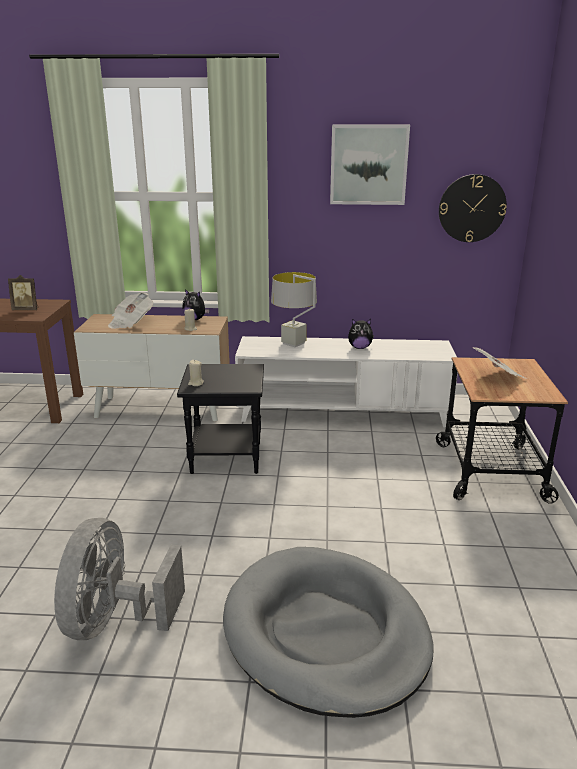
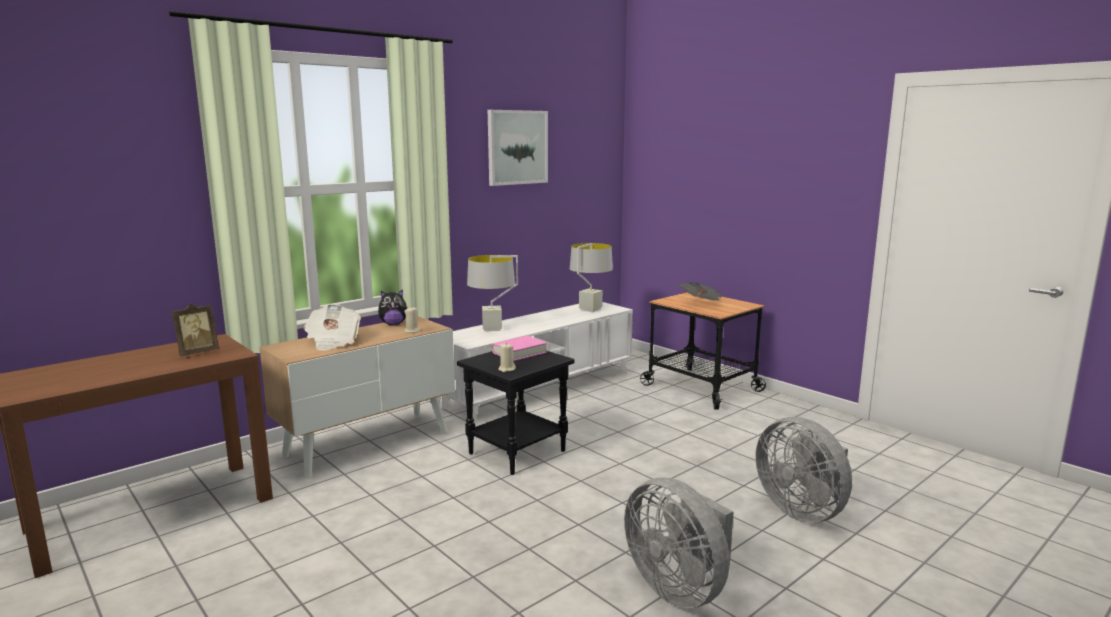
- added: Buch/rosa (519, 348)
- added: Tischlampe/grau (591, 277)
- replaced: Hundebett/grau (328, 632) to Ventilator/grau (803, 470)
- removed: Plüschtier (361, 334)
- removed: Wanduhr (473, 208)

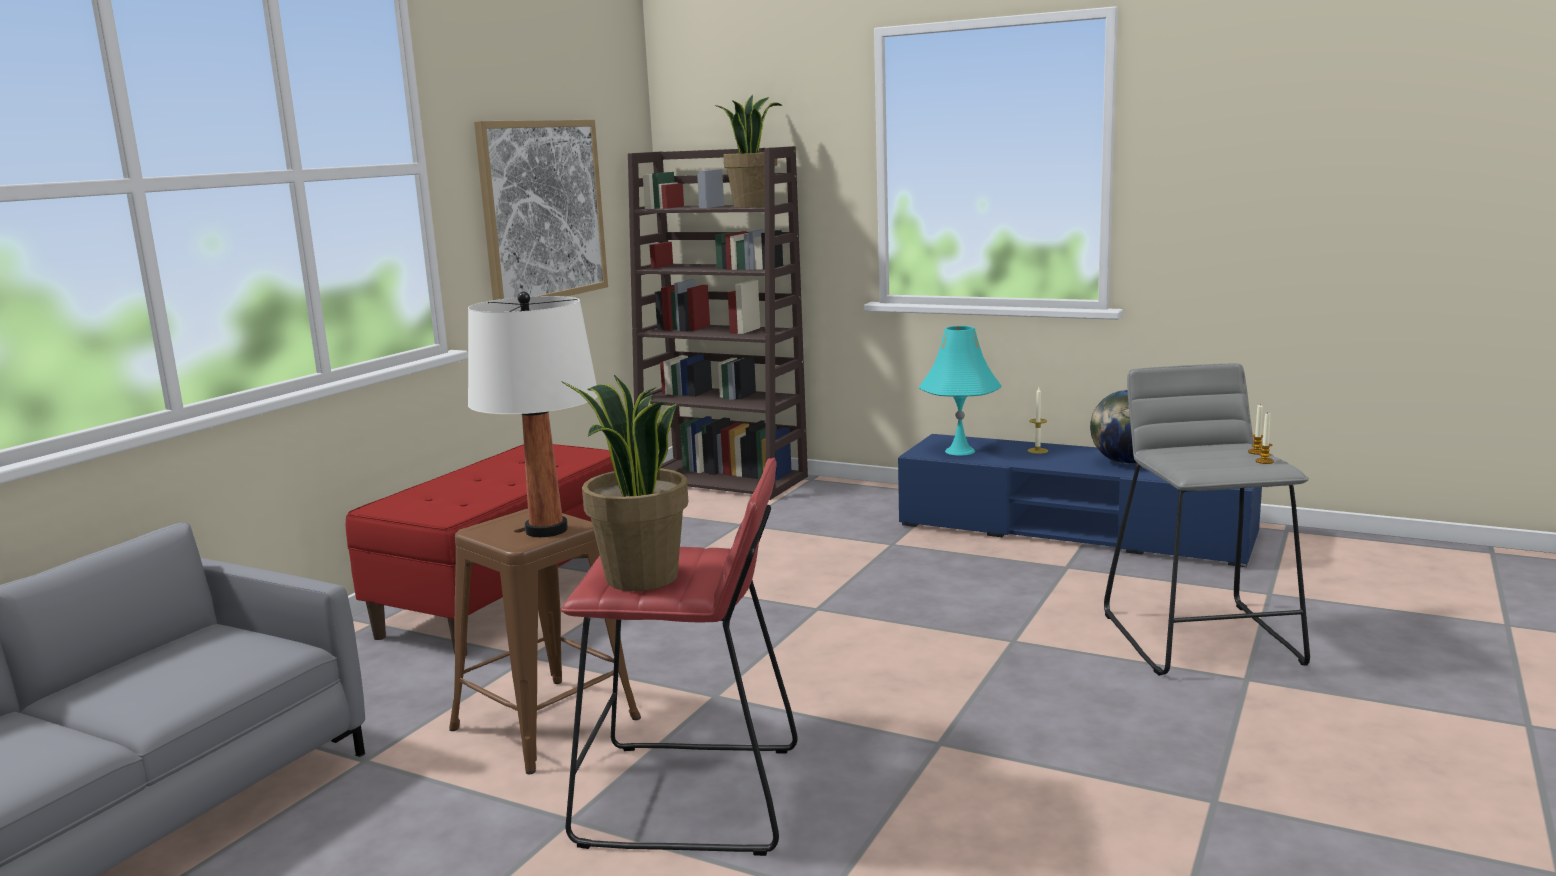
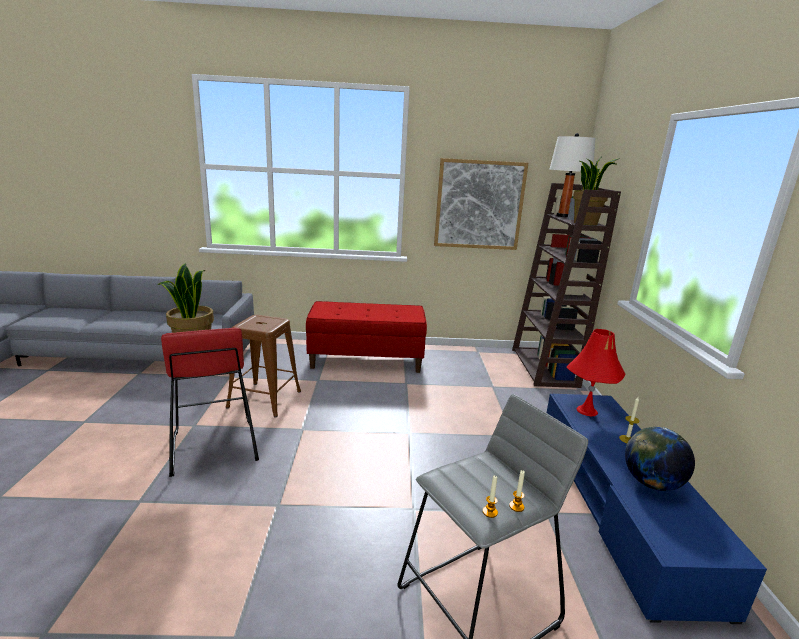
- moved: Tischlampe/weiß (533, 414) to (572, 175)
- recoloured: Tischlampe/türkis (960, 391) to Tischlampe/rot (595, 372)

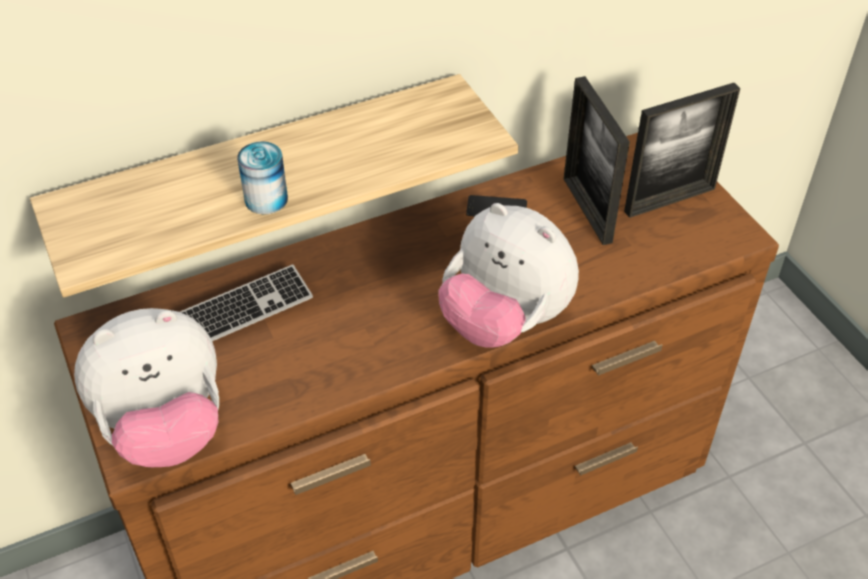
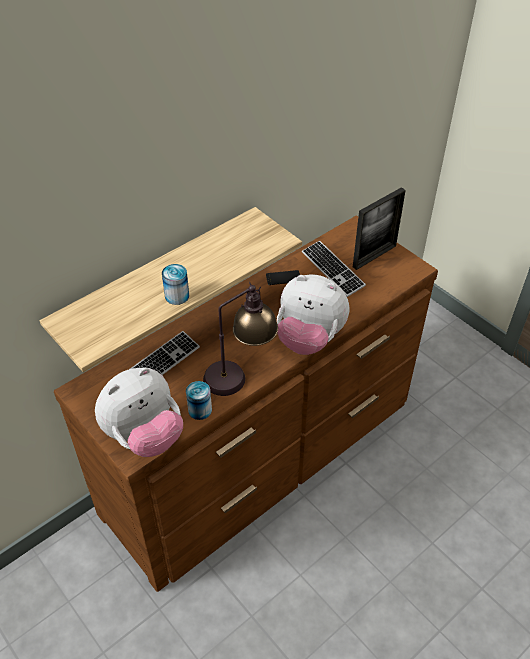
- added: Dose (199, 400)
- added: Tischlampe (240, 339)
- replaced: Bilderrahmen (597, 160) to Tastatur (334, 269)

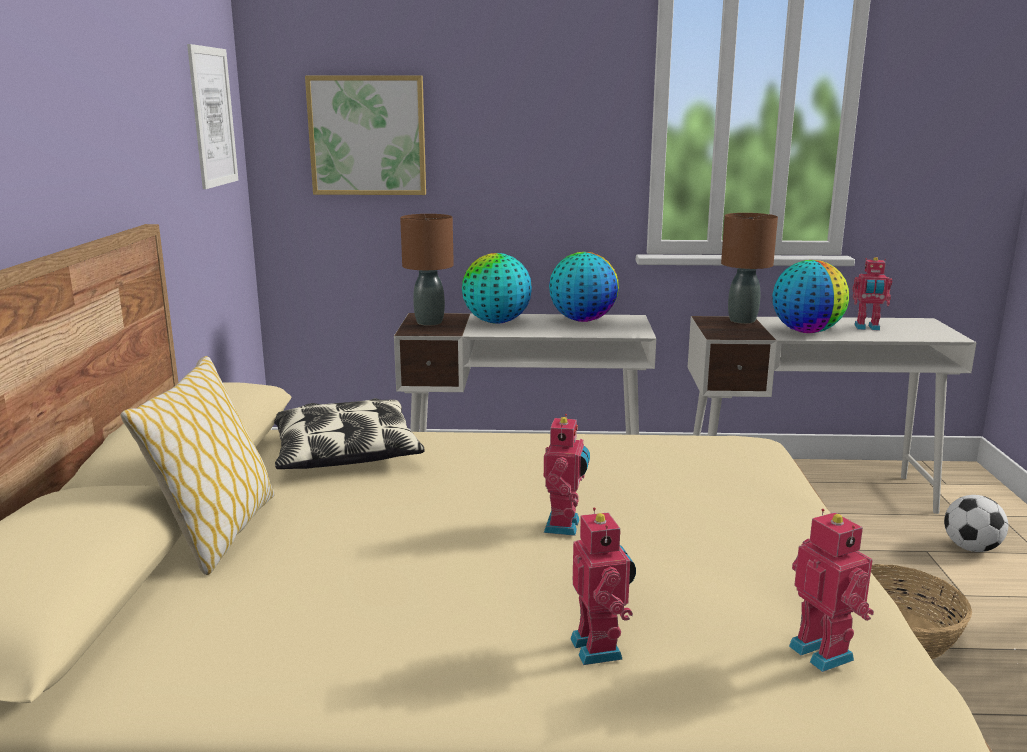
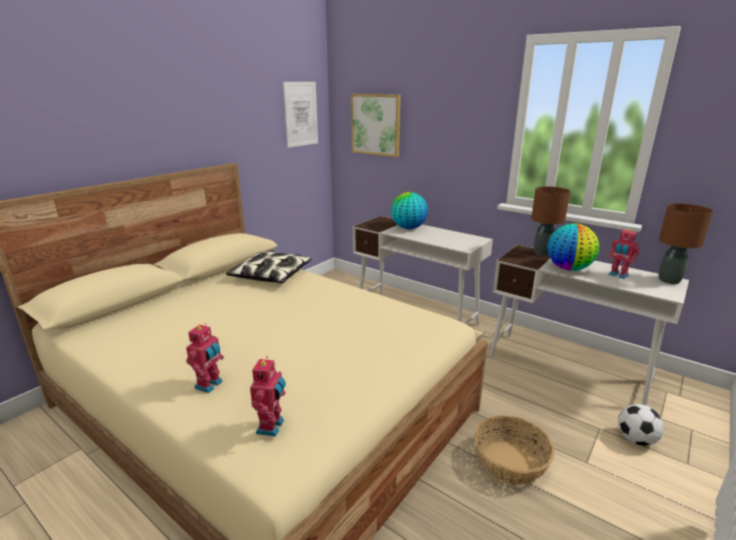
- moved: Tischlampe/braun (427, 270) to (686, 243)
- removed: Kissen (197, 465)
- removed: Spielzeugroboter (567, 475)
- removed: Globus (584, 287)

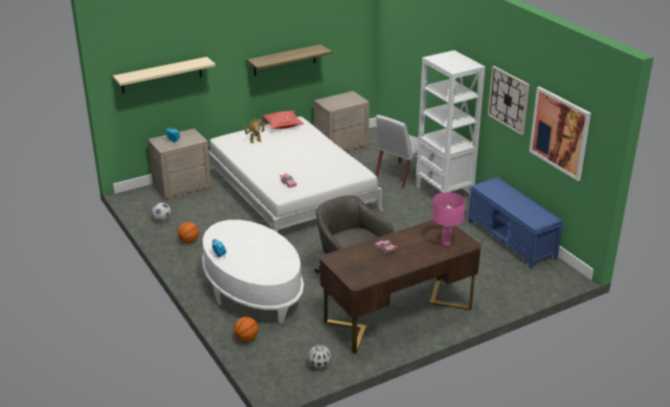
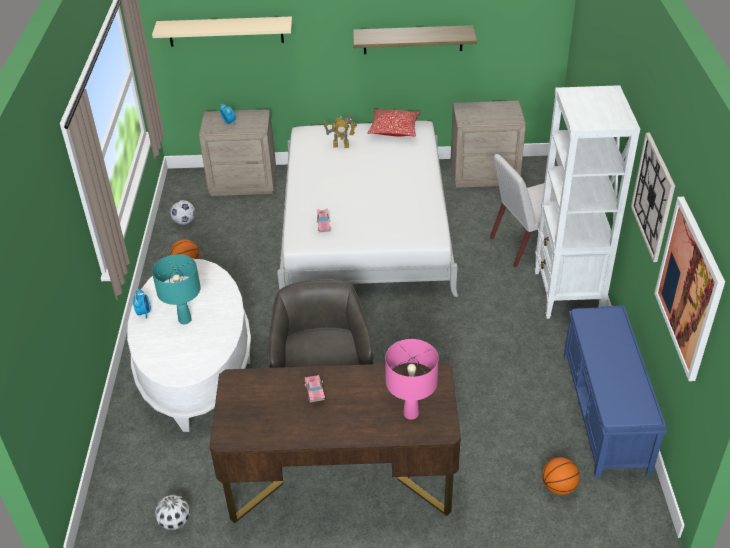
- added: Tischlampe/türkis (176, 289)
- moved: Basketball (246, 329) to (561, 476)

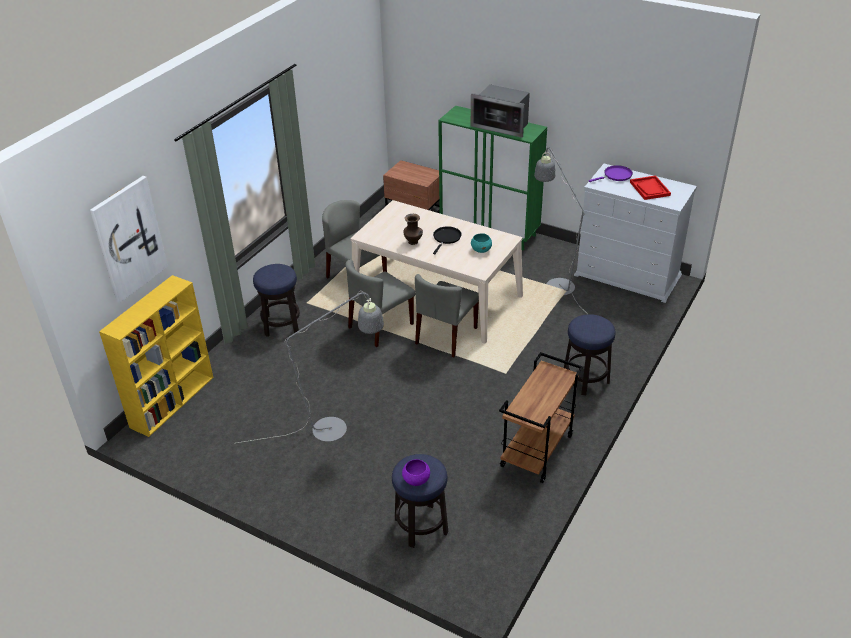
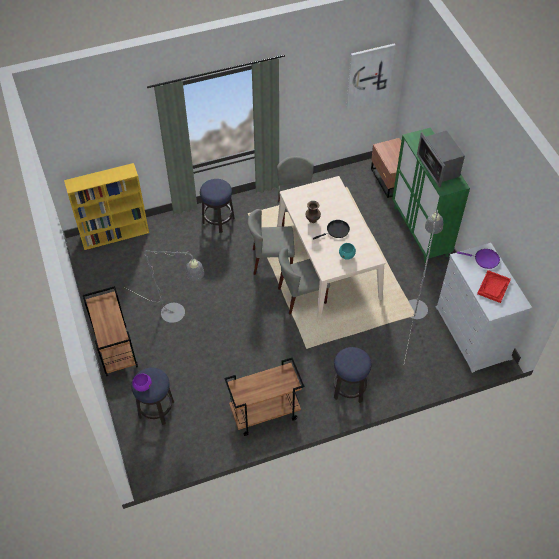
- added: Rollwagen/braun (110, 331)
- moved: Bild (129, 239) to (371, 77)

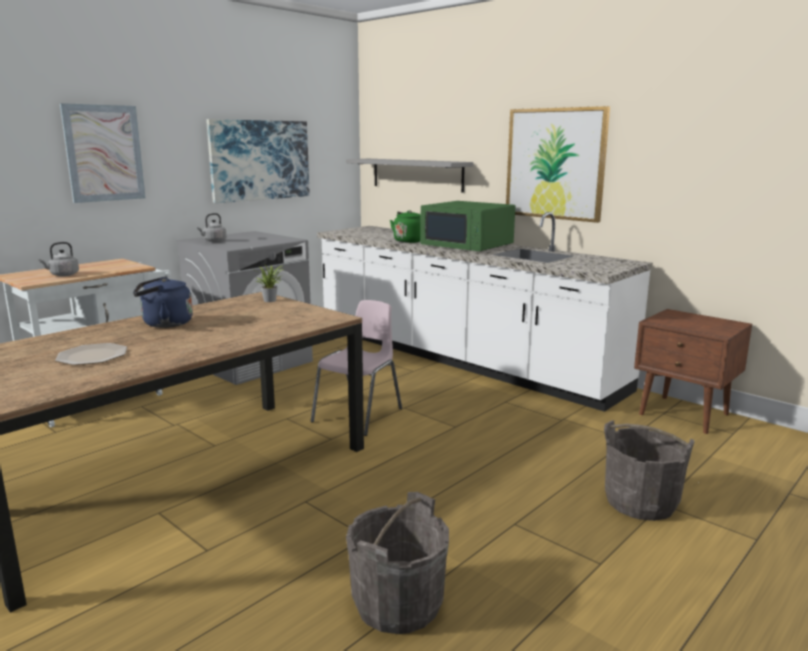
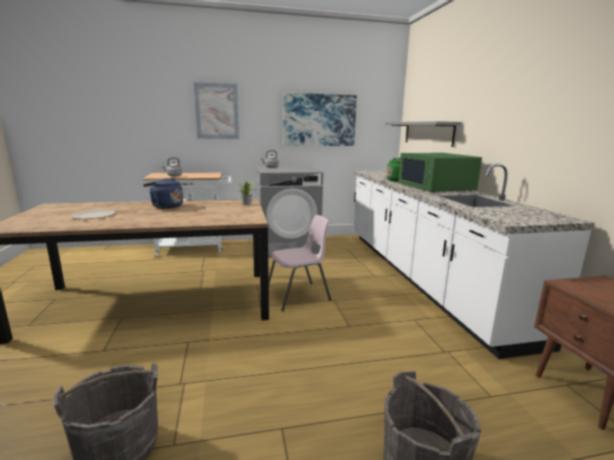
- removed: Bild (558, 164)

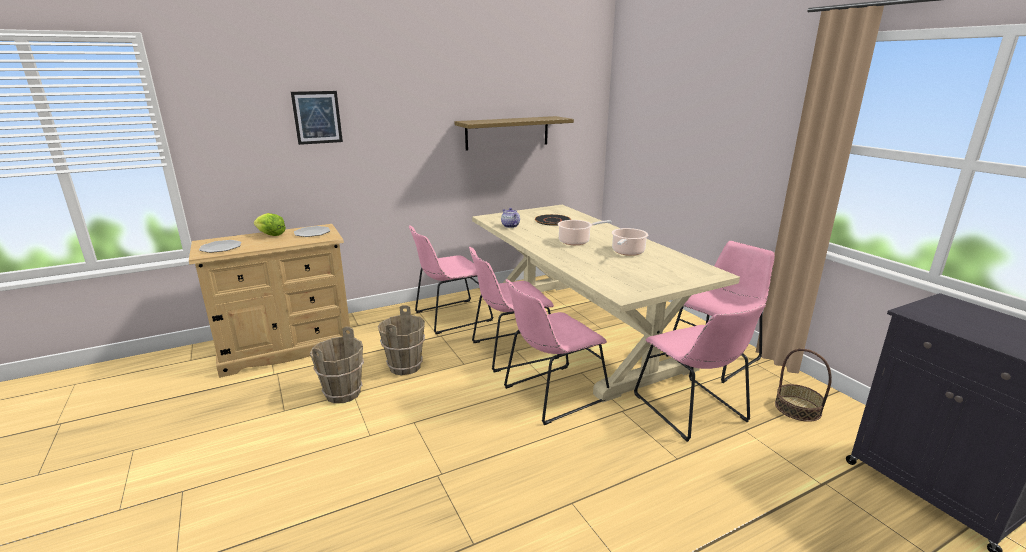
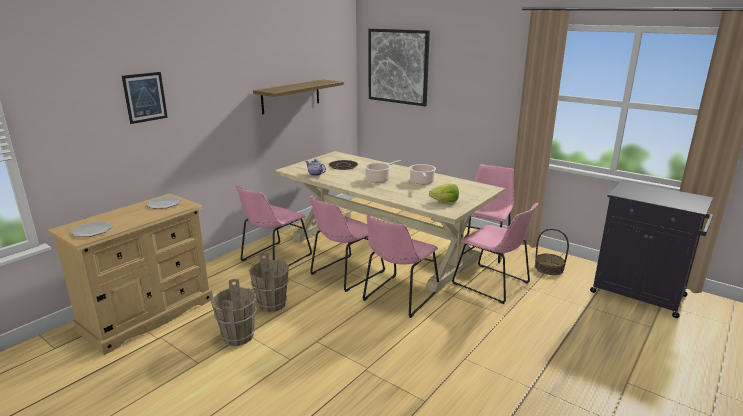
- added: Bild (399, 67)
- moved: Salatkopf (270, 224) to (444, 193)

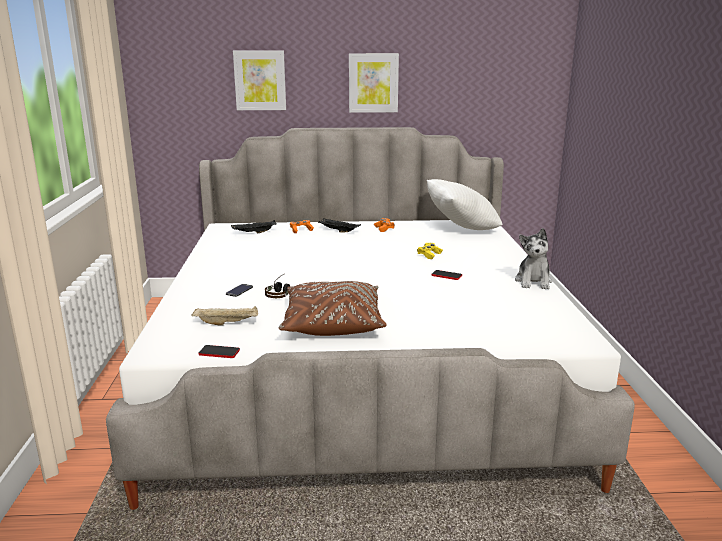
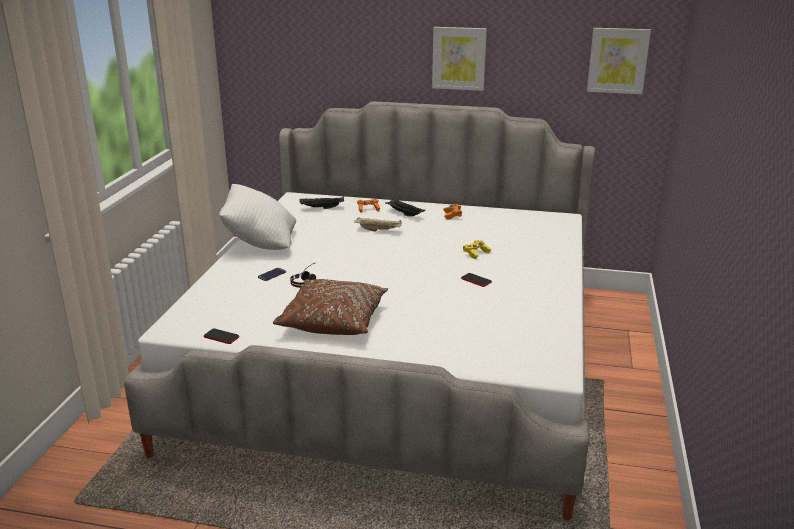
- moved: Kissen/weiß (465, 204) to (257, 217)
- moved: Tablett/beige (225, 315) to (378, 224)
- moved: Bild (259, 80) to (619, 61)
- removed: Plüschtier (533, 258)

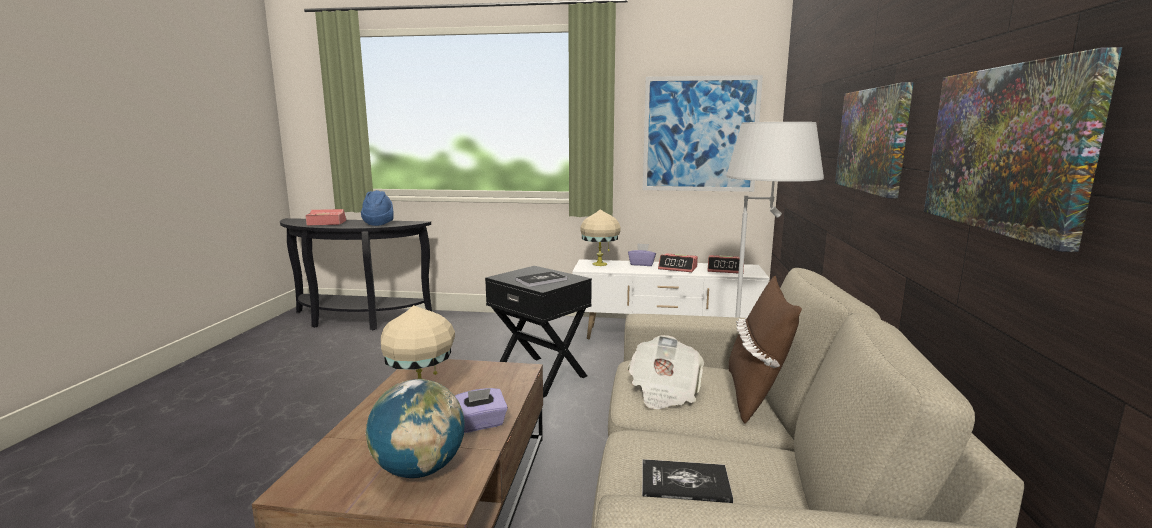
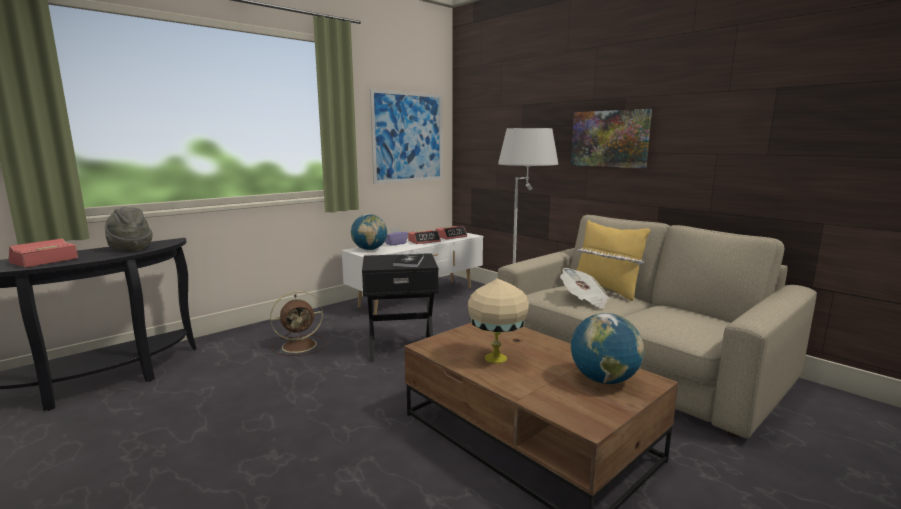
- recoloured: Hut/blau (377, 208) to Hut/grau (128, 229)
- added: Ventilator/braun (298, 323)
- replaced: Tischlampe/beige (600, 238) to Globus (369, 232)
- recoloured: Kissen/braun (765, 350) to Kissen/gelb (613, 260)
- removed: Taschentuchbox/lila (481, 410)
- removed: Buch (687, 481)
- removed: Bild (1023, 149)

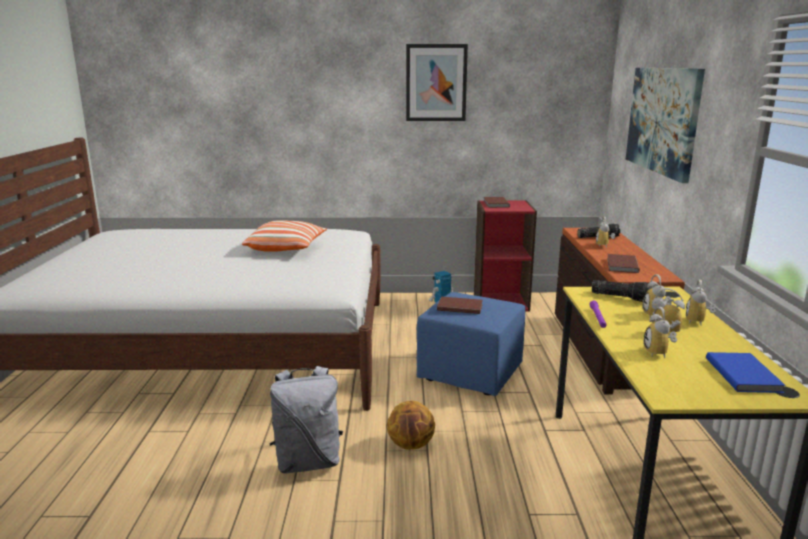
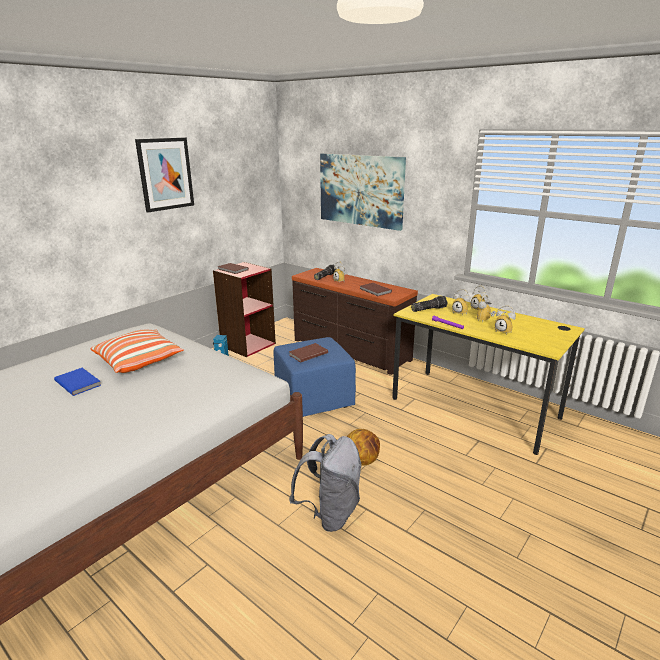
- moved: Buch/blau (746, 372) to (77, 382)

